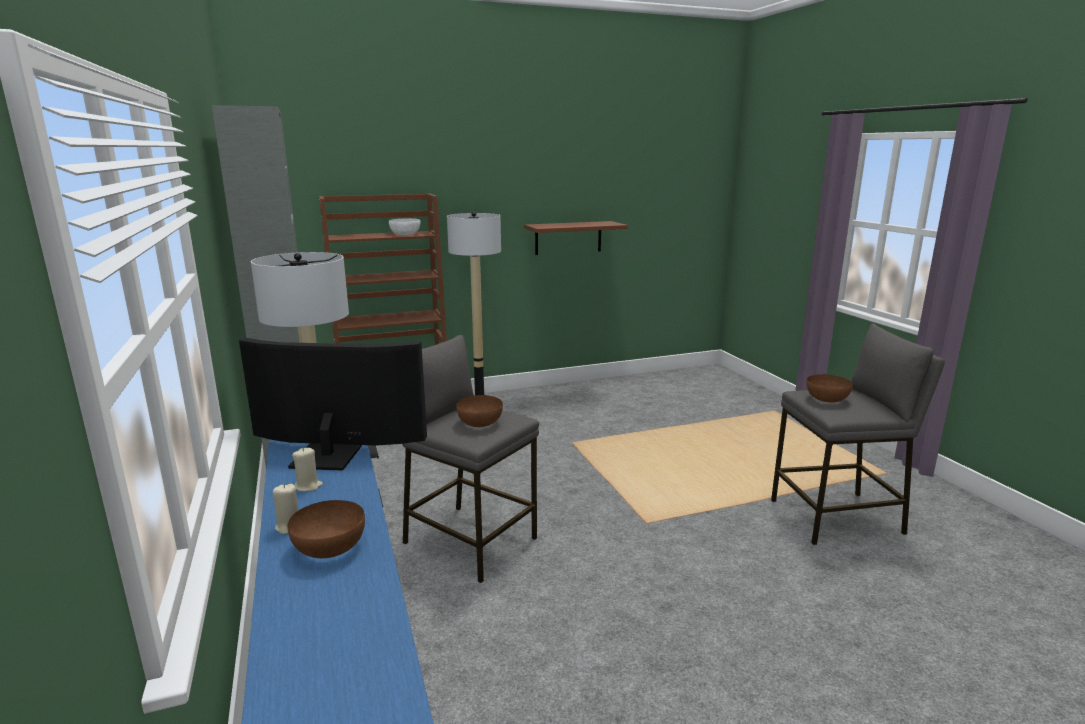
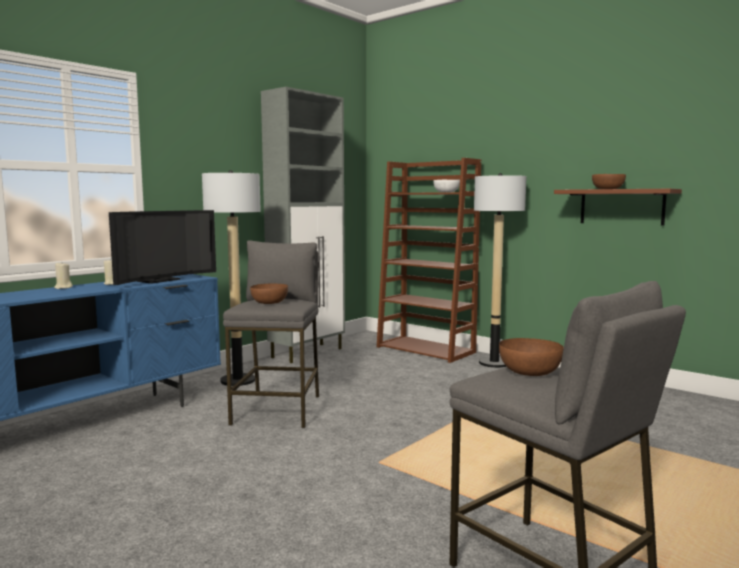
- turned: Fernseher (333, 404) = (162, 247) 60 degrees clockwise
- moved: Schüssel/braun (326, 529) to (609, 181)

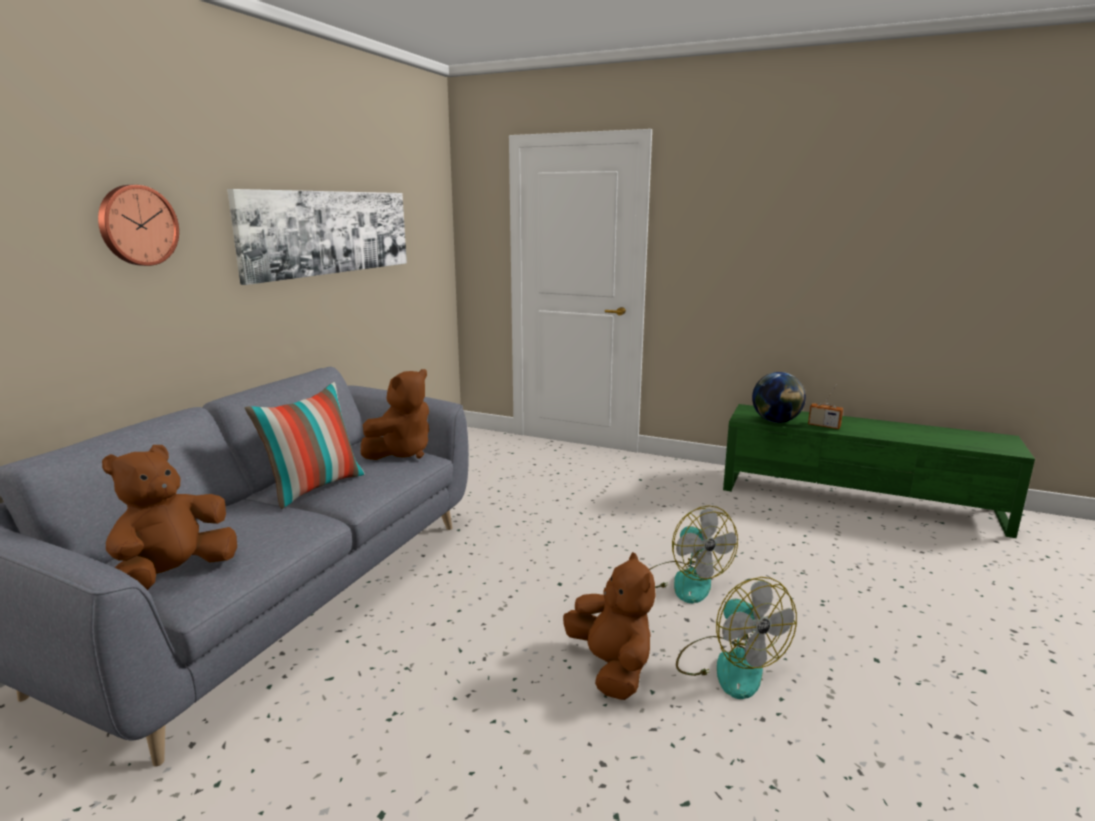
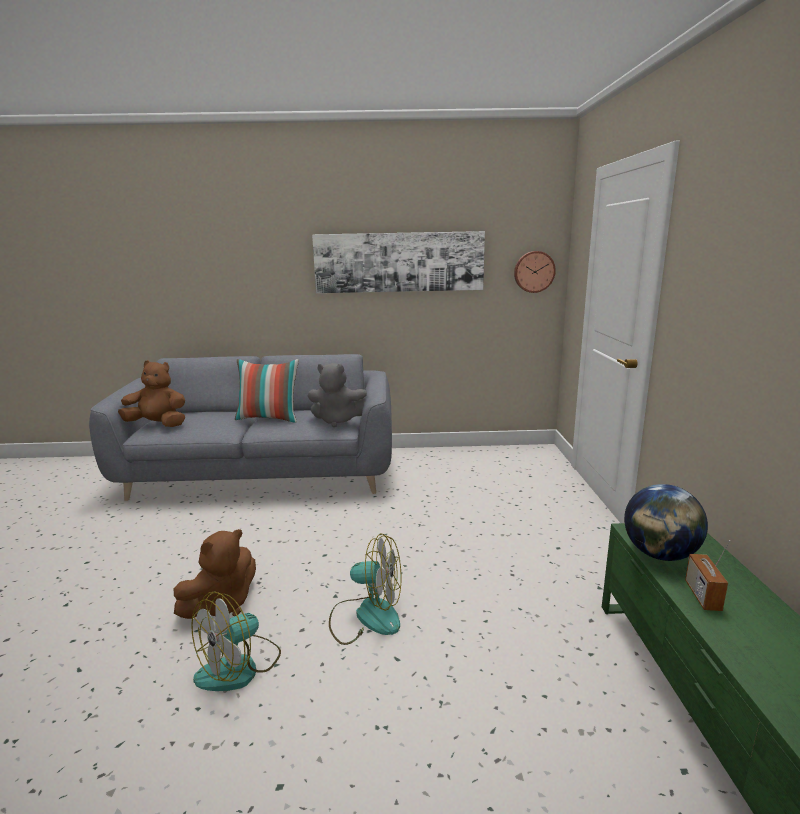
- recoloured: Plüschtier/braun (395, 414) to Plüschtier/grau (337, 395)
- turned: Ventilator (693, 554) = (365, 589) 120 degrees counterclockwise
- moved: Wanduhr (138, 225) to (535, 272)

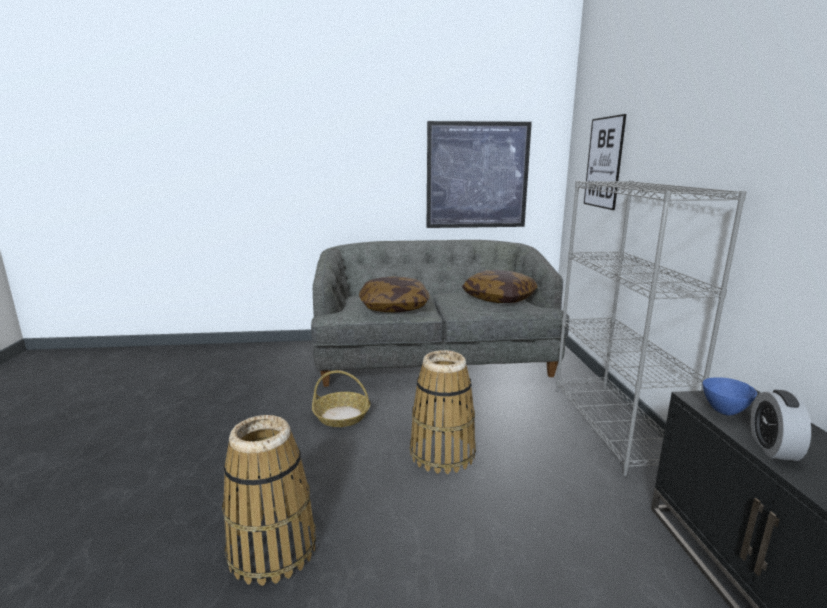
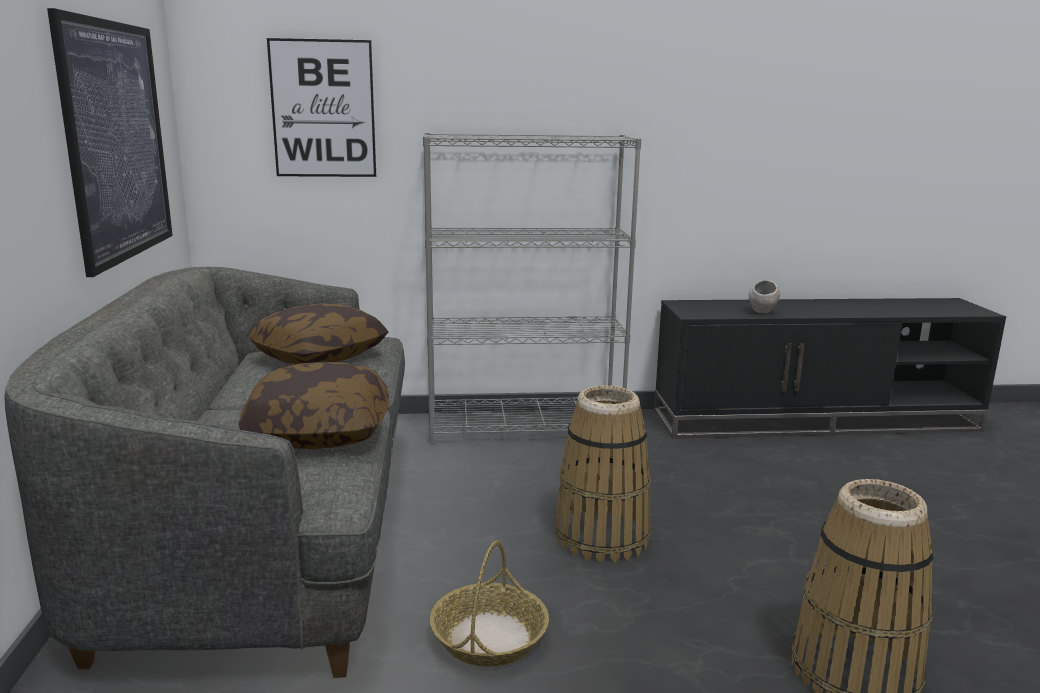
- replaced: Wecker (780, 425) to Schüssel/grau (764, 296)
- removed: Schüssel/blau (729, 397)

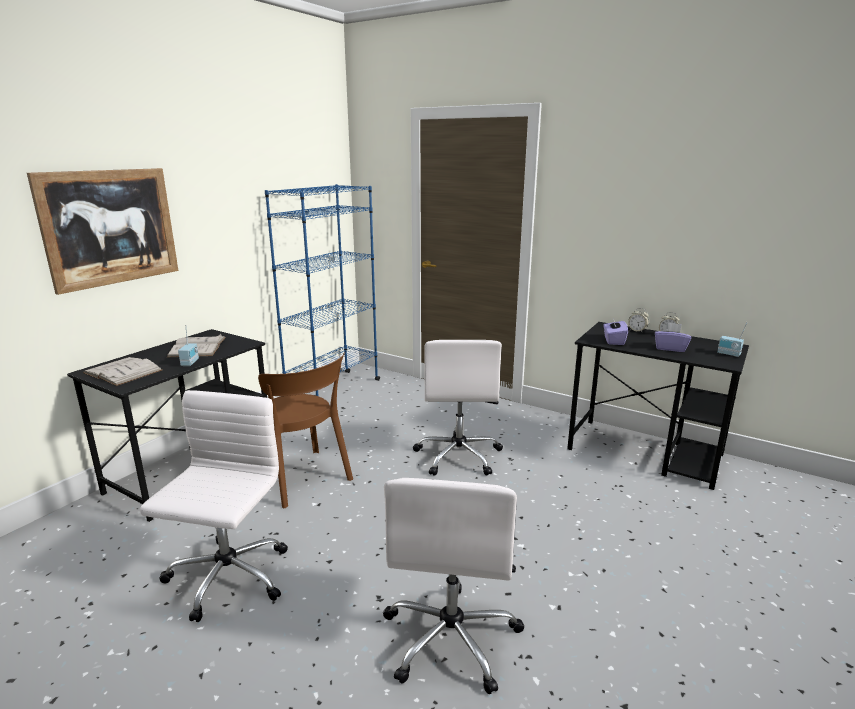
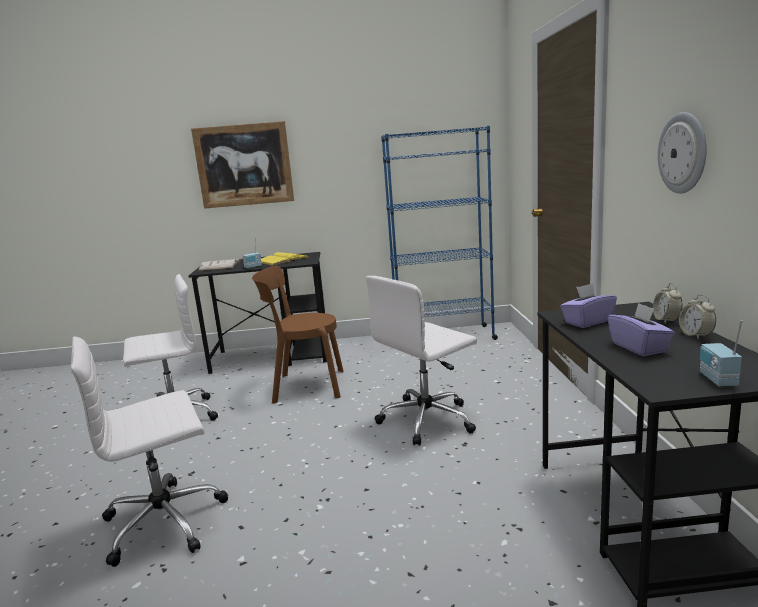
- turned: Stuhl/braun (305, 430) = (298, 335) 75 degrees clockwise
- recoloured: Buch/weiß (196, 345) to Buch/gelb (284, 259)
- added: Wanduhr (682, 153)

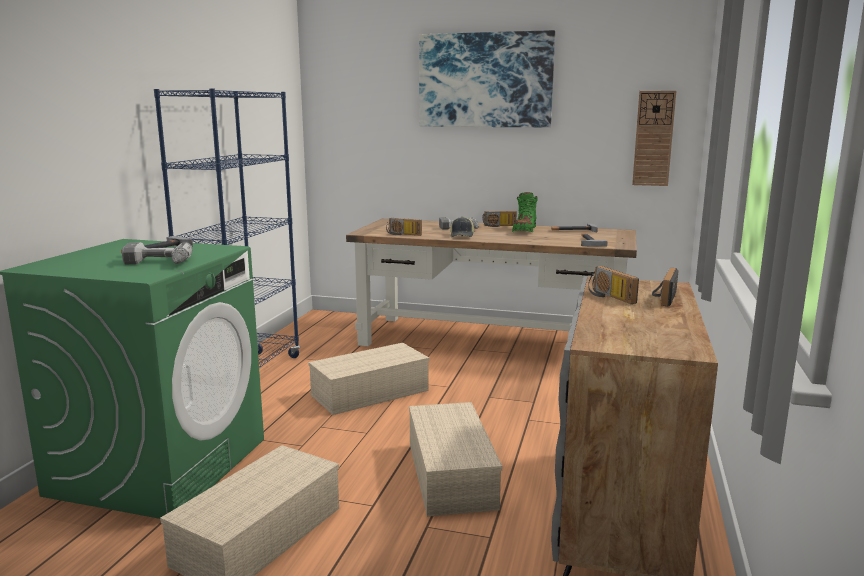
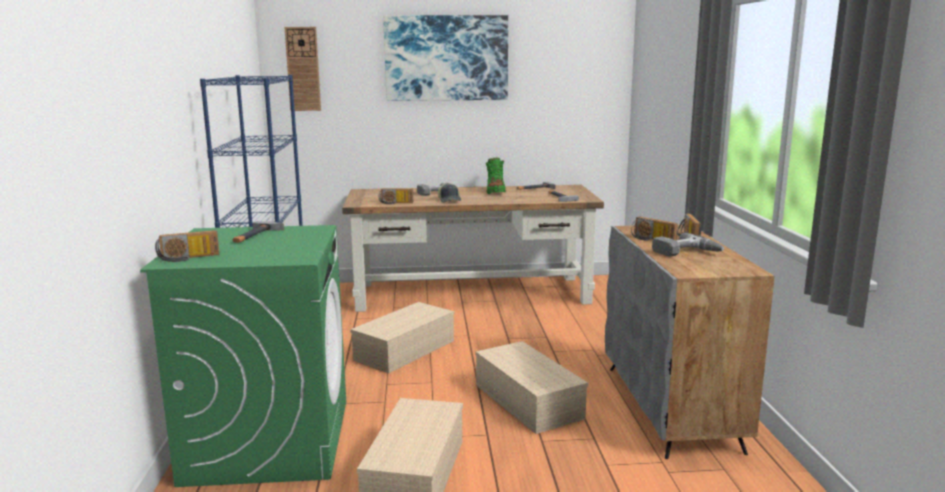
- moved: Radio (499, 219) to (187, 246)
- moved: Wanduhr (654, 138) to (303, 69)
- moved: Bohrmaschine (157, 253) to (688, 245)

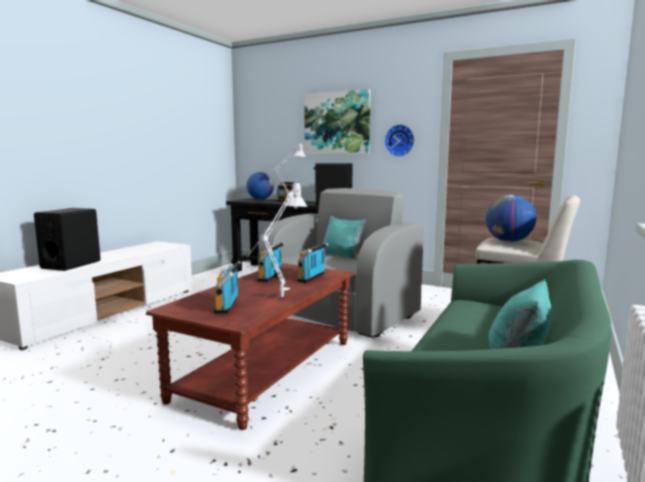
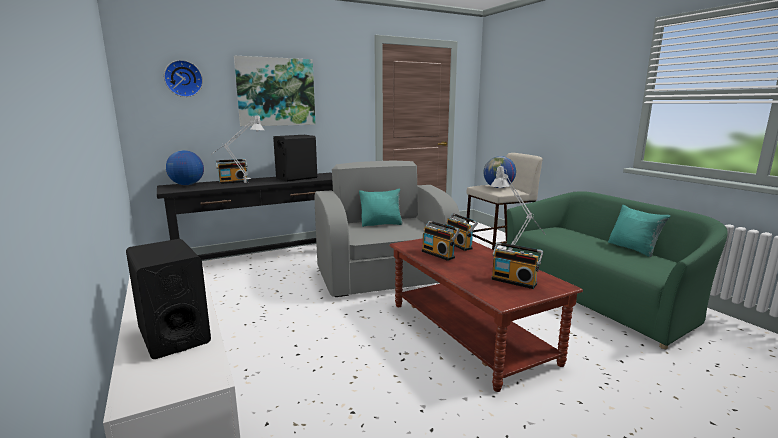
- moved: Wanduhr (399, 140) to (183, 78)

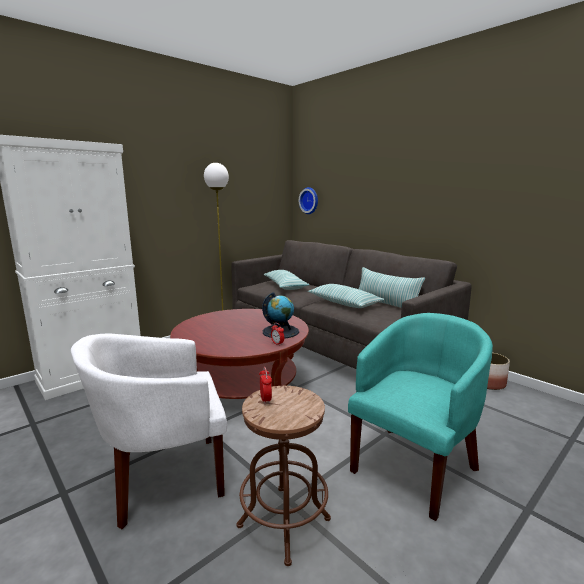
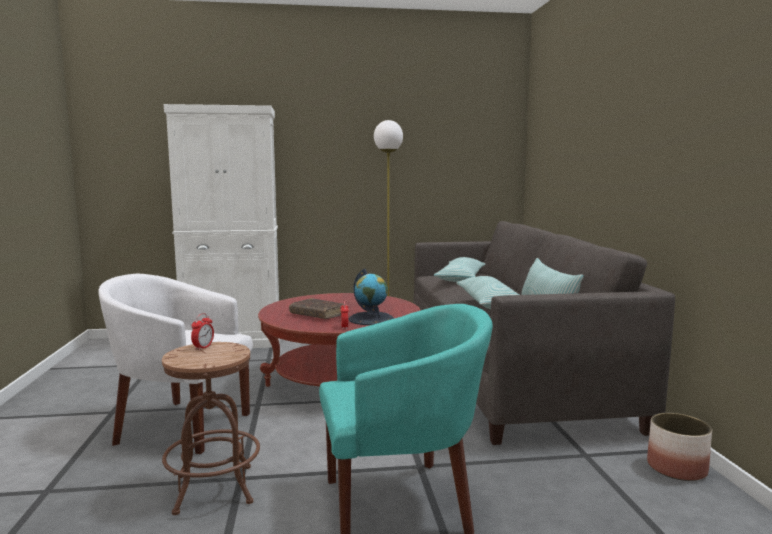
- added: Buch/braun (317, 308)
- removed: Wanduhr (308, 200)

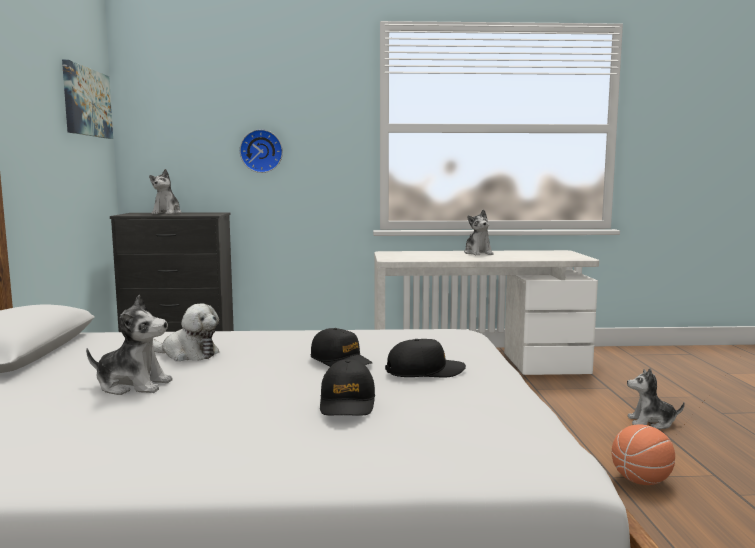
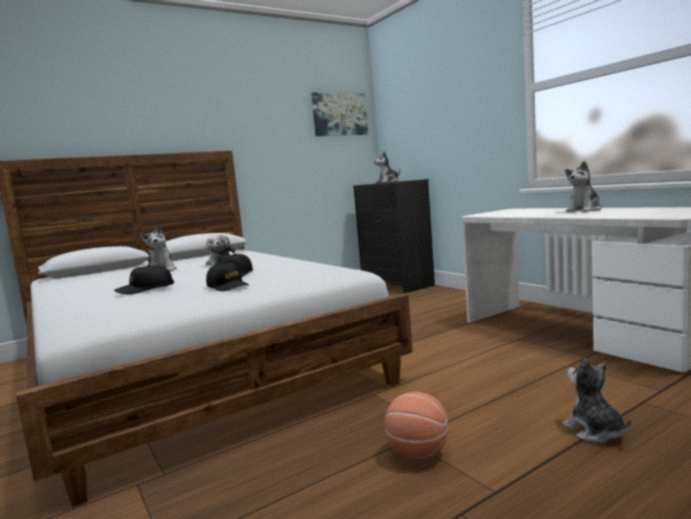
- removed: Wanduhr (261, 151)

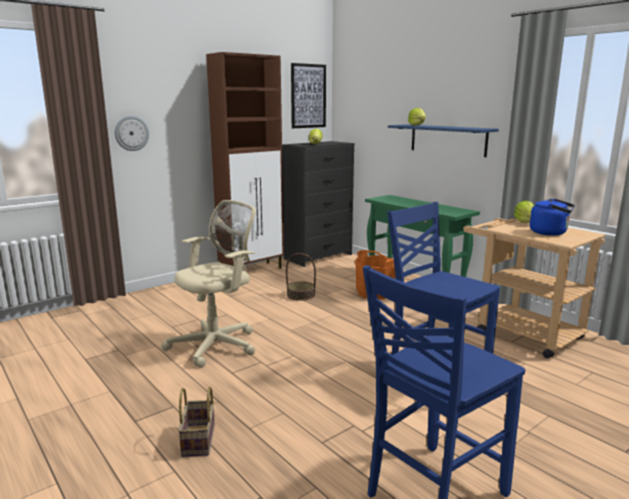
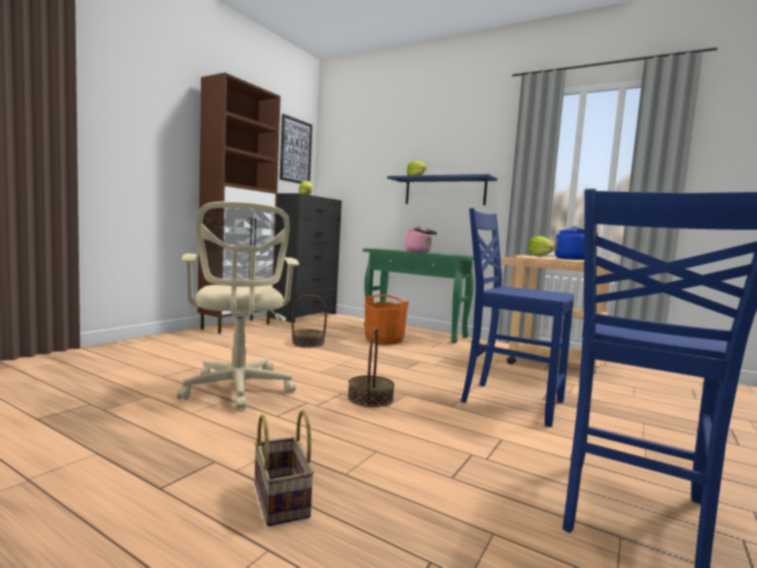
- turned: Bürostuhl/beige (208, 284) = (238, 305) 135 degrees clockwise
- added: Korb (371, 367)
- added: Wasserkessel/rosa (421, 239)
- removed: Wanduhr (132, 133)

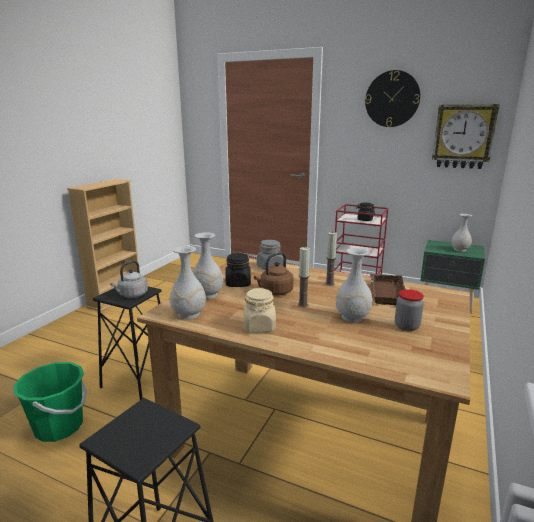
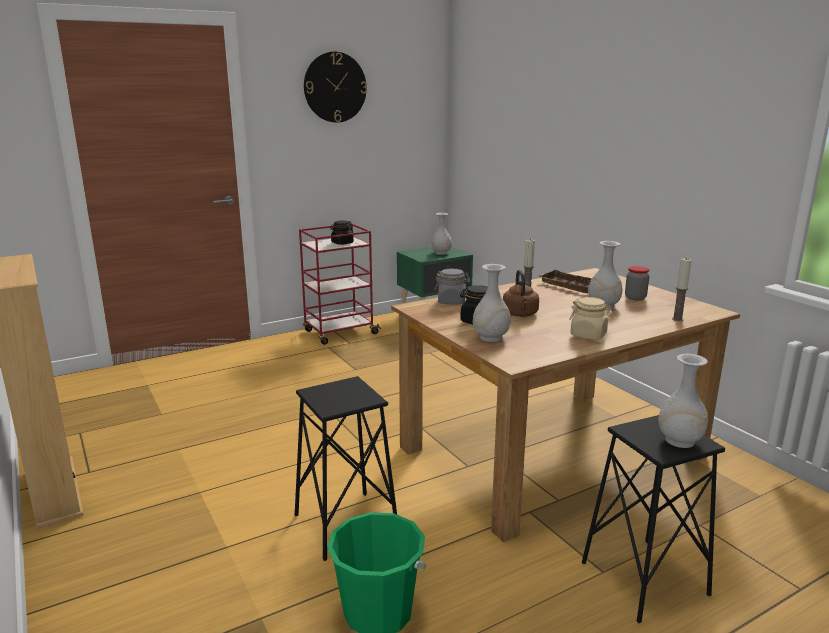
- moved: Vase/weiß (188, 282) to (683, 401)
- moved: Kerze (304, 277) to (682, 289)
- removed: Wasserkessel/grau (129, 279)
- removed: Wanduhr (466, 136)

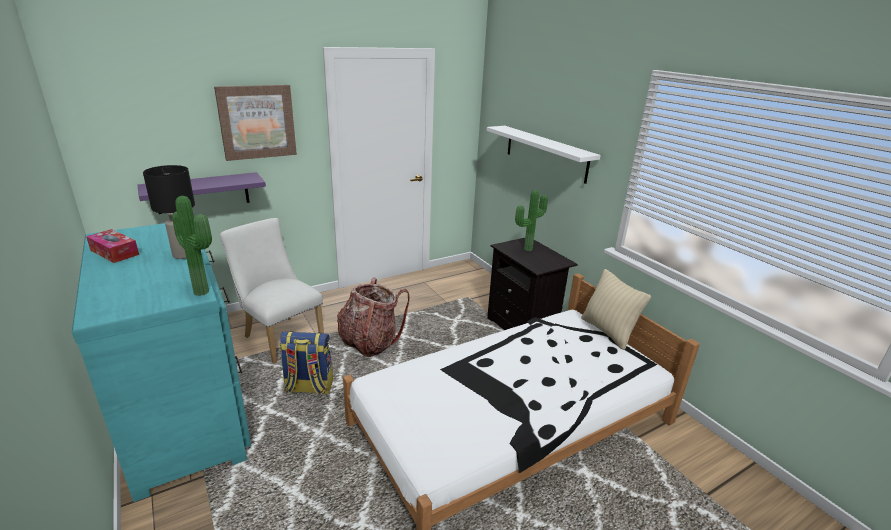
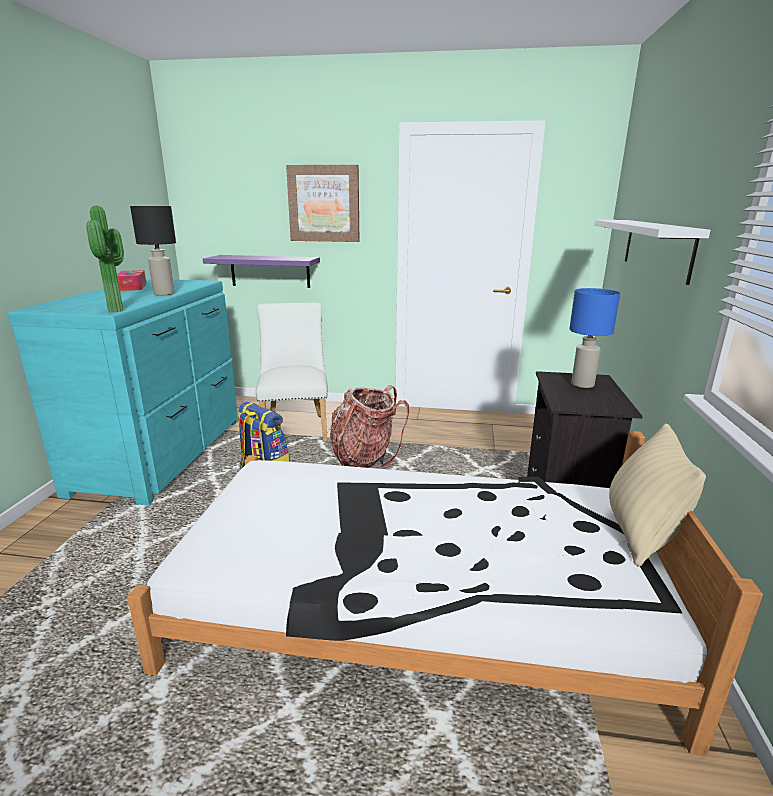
- replaced: Topfpflanze (531, 220) to Tischlampe/blau (594, 338)

